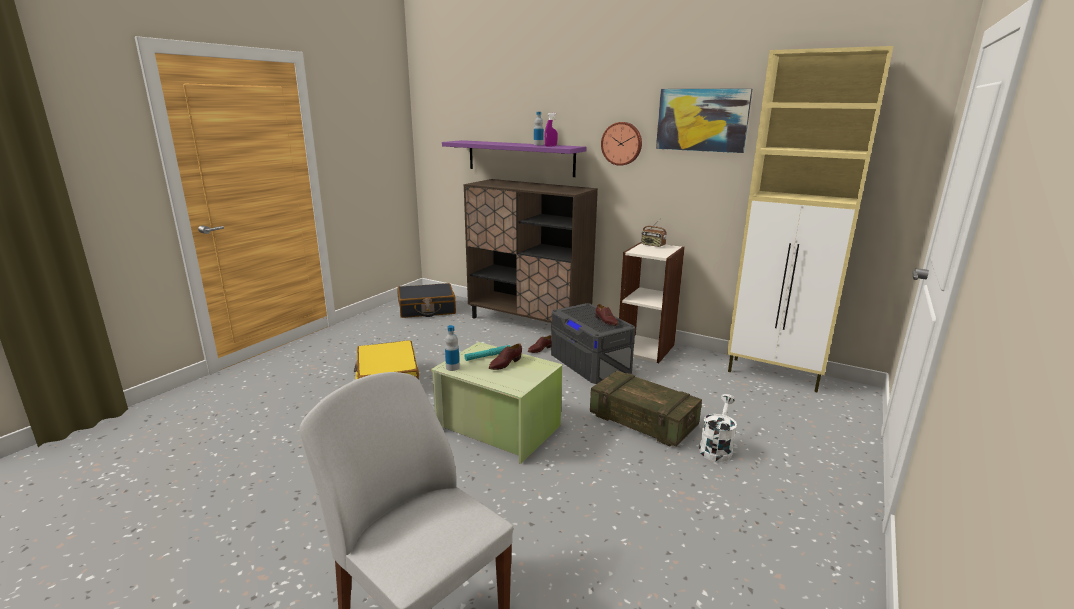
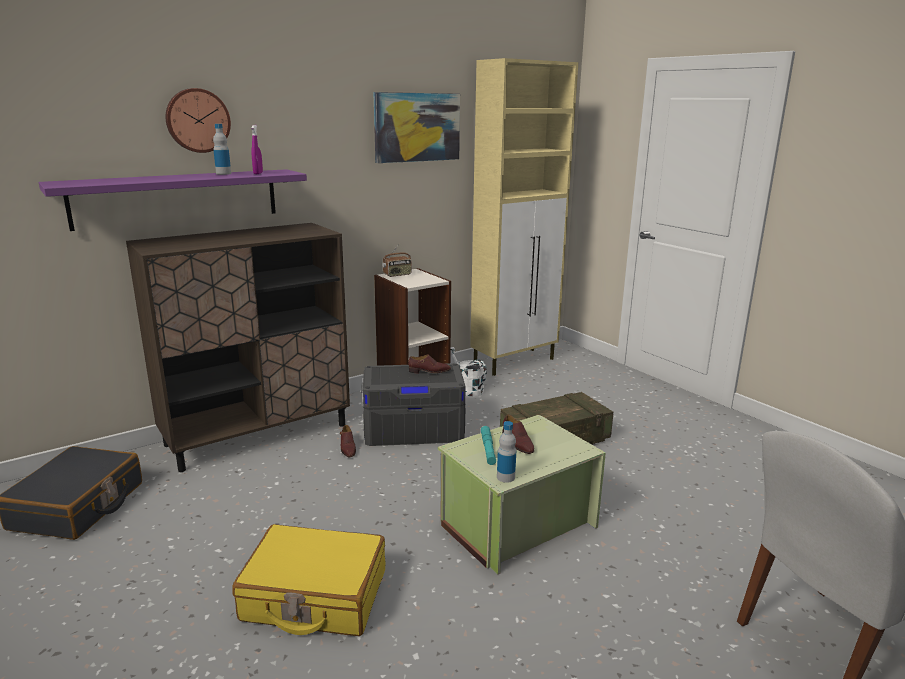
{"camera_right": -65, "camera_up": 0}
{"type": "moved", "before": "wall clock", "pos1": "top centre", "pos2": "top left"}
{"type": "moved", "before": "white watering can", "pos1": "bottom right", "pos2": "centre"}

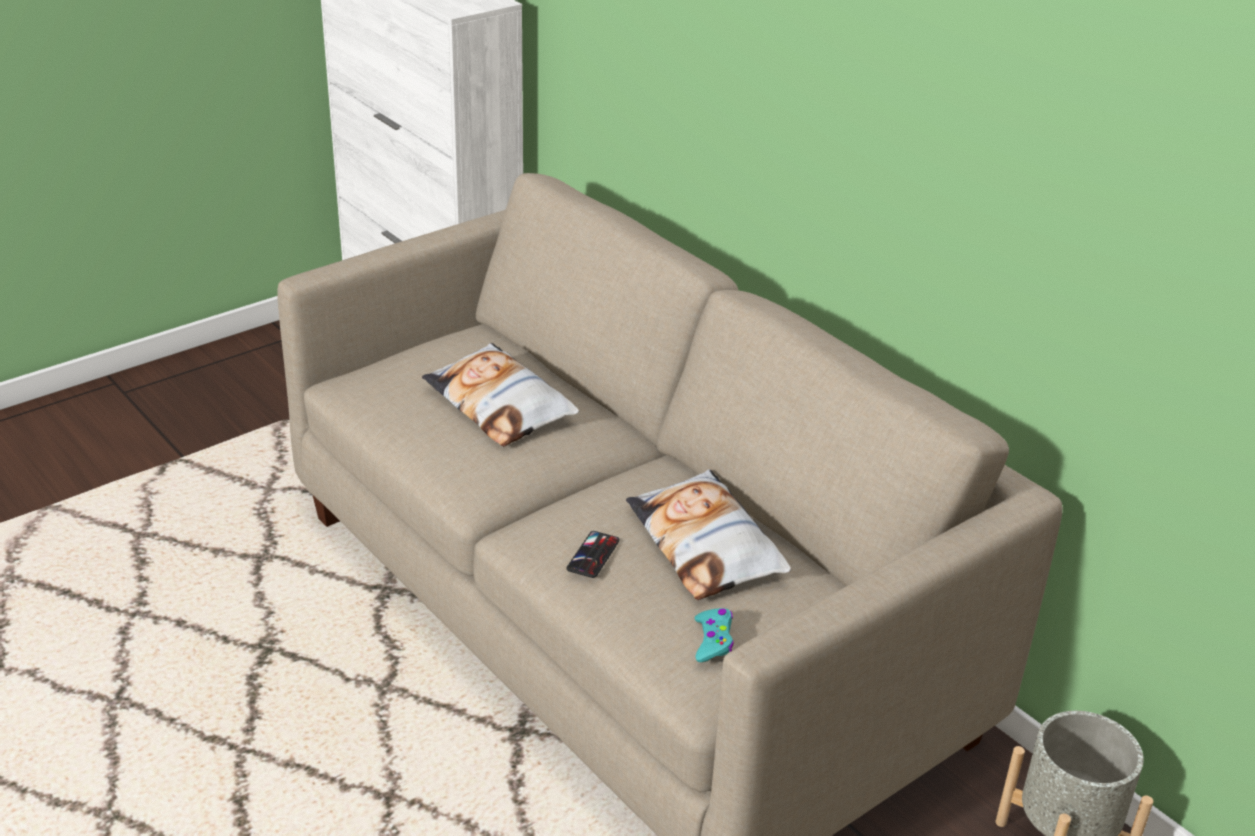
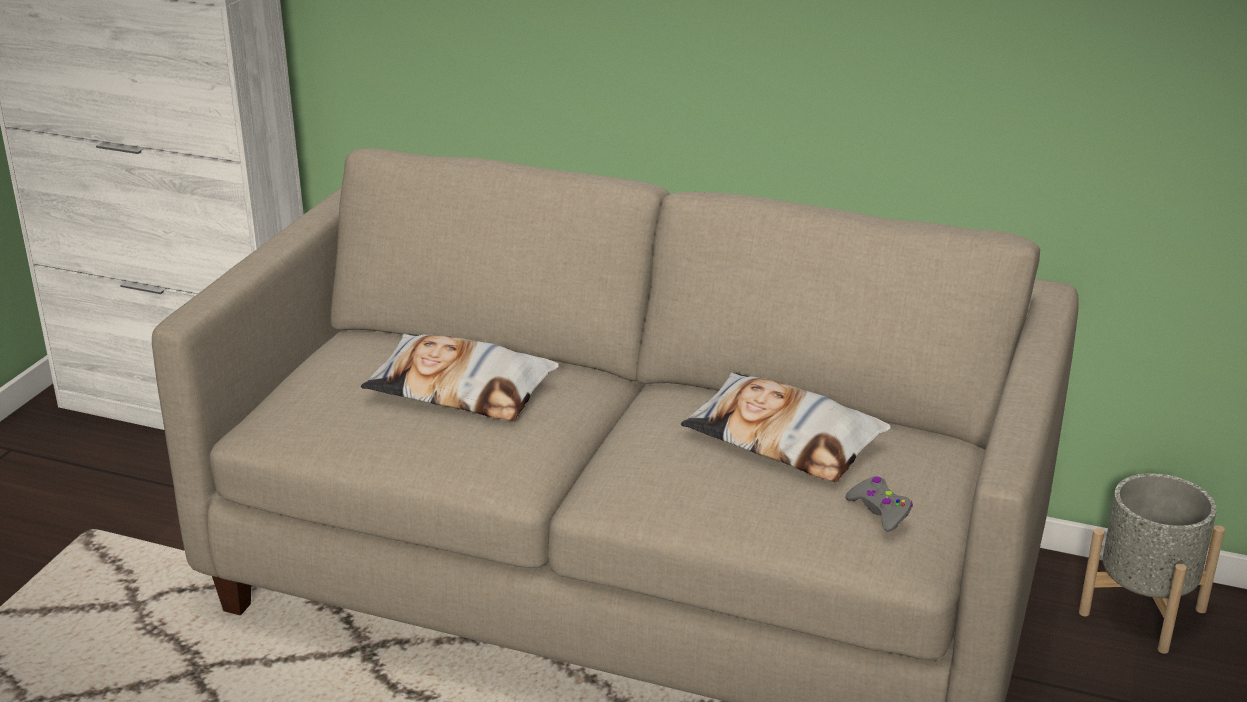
{"camera_right": -30, "camera_up": -5}
{"type": "removed", "before": "phone", "pos1": "centre"}
{"type": "recoloured", "before": "turquoise game controller", "after": "grey game controller", "pos1": "bottom centre", "pos2": "bottom right"}

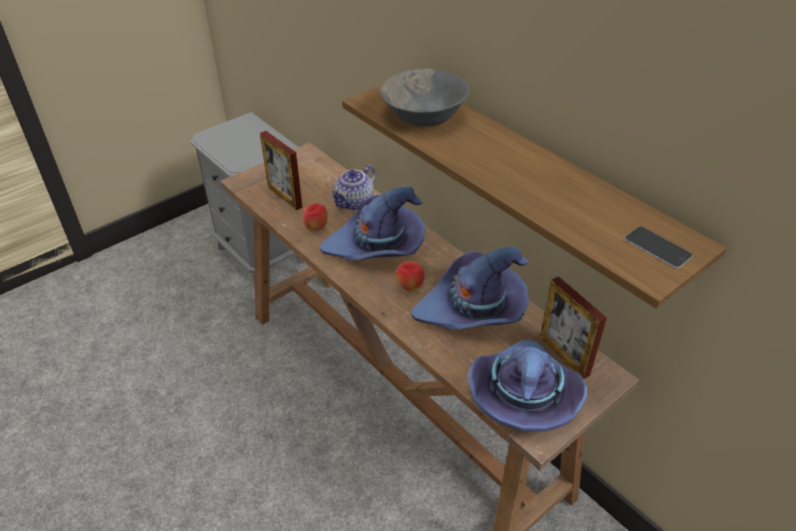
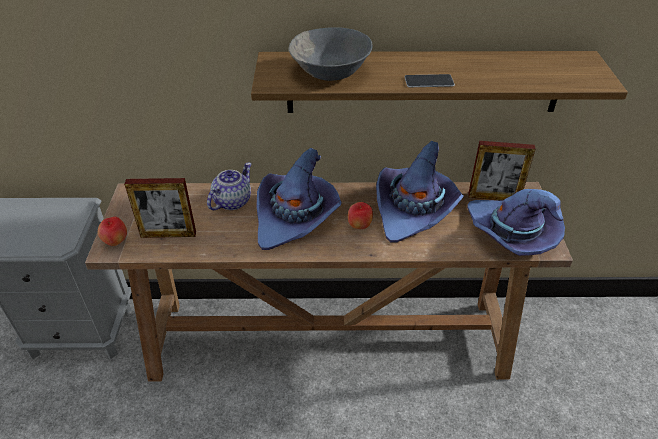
{"camera_right": -50, "camera_up": 0}
{"type": "moved", "before": "apple (1st from left)", "pos1": "centre", "pos2": "middle left"}
{"type": "moved", "before": "phone", "pos1": "middle right", "pos2": "top centre"}
{"type": "turned", "before": "teapot", "pos1": "centre", "pos2": "centre", "turn": -135}

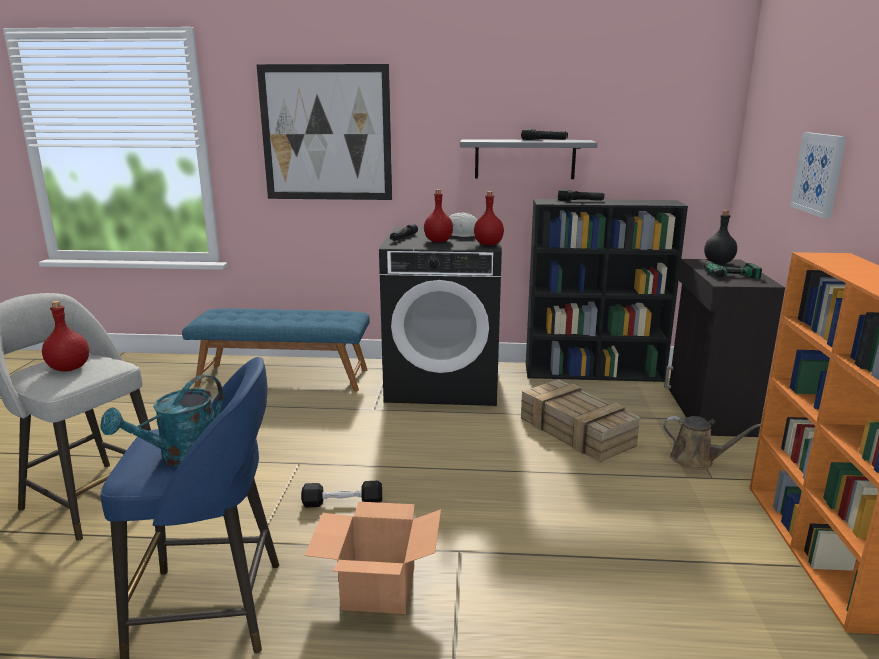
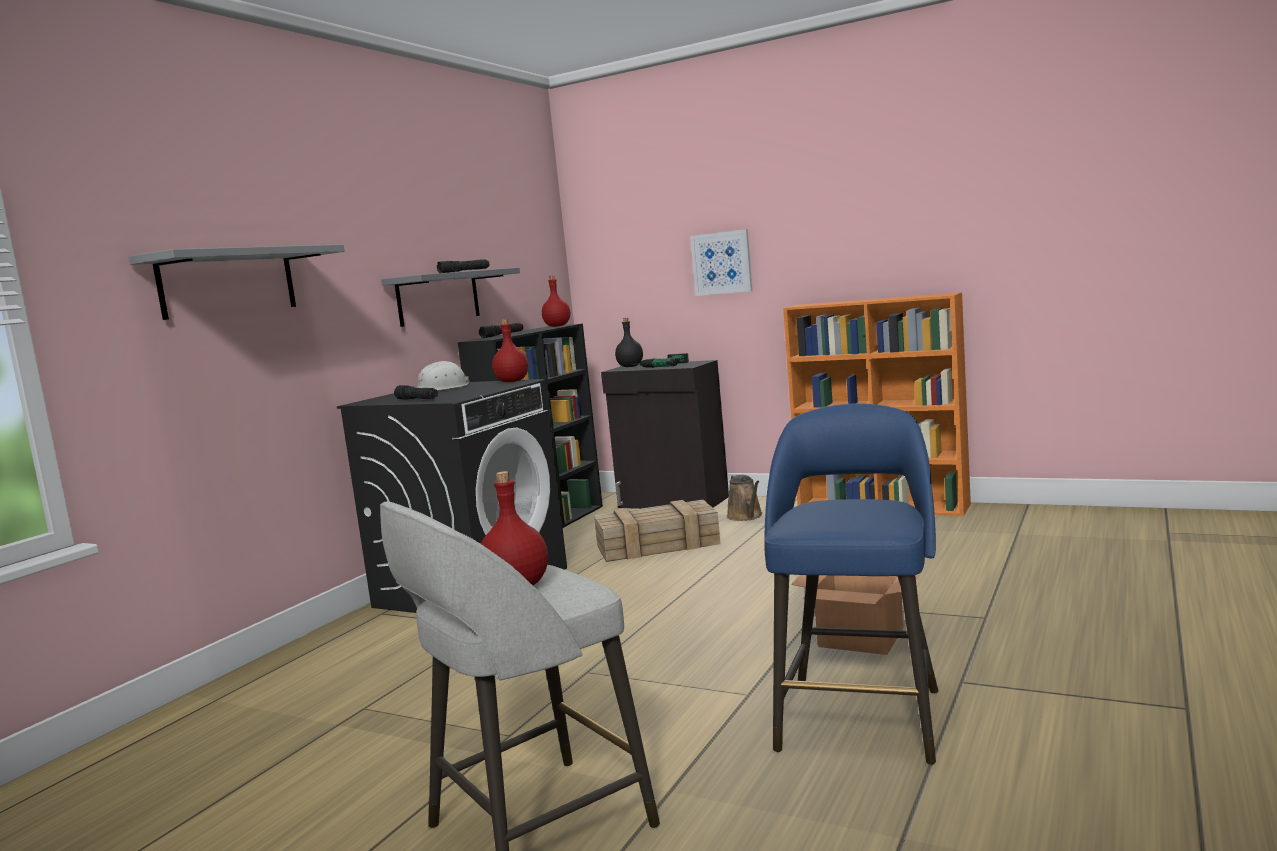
{"camera_right": -65, "camera_up": -10}
{"type": "removed", "before": "turquoise watering can", "pos1": "middle left"}
{"type": "removed", "before": "blue bench", "pos1": "middle left"}
{"type": "removed", "before": "black dumbbell", "pos1": "bottom centre"}
{"type": "moved", "before": "red bottle (2nd from left in the first image)", "after": "red bottle (3rd from left)", "pos1": "top centre", "pos2": "centre"}
{"type": "replaced", "before": "picture (1st from left)", "after": "grey shelf (1st from left)", "pos1": "top centre", "pos2": "top left"}
{"type": "turned", "before": "brown watering can", "pos1": "bottom right", "pos2": "centre", "turn": 120}

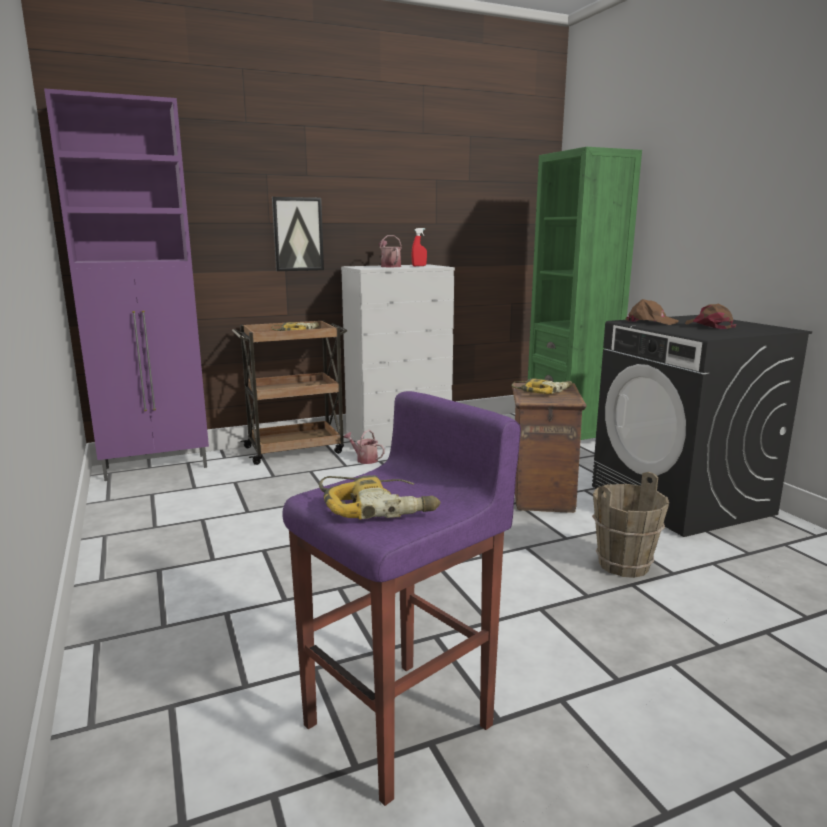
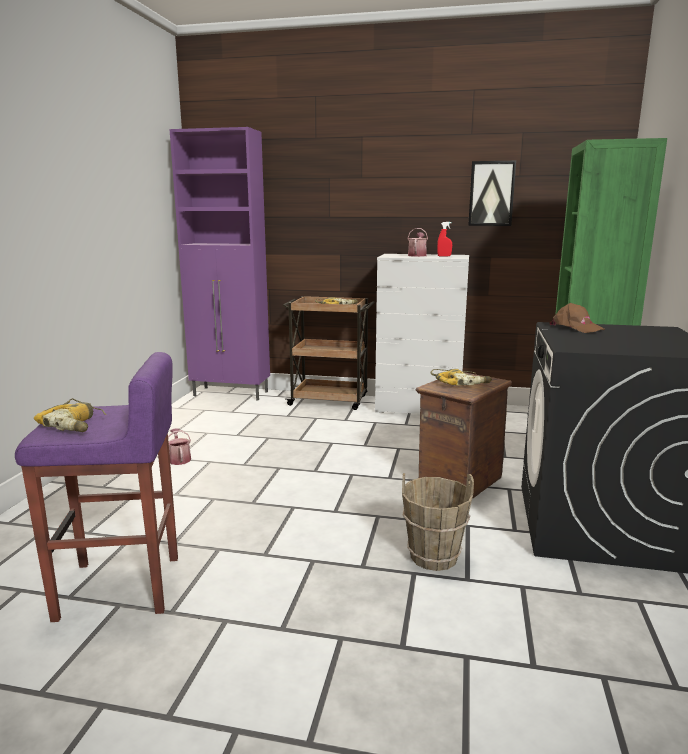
{"camera_right": 35, "camera_up": 0}
{"type": "removed", "before": "brown cap (2nd from left)", "pos1": "middle right"}
{"type": "moved", "before": "picture", "pos1": "top centre", "pos2": "top right"}
{"type": "moved", "before": "watering can (1st from left)", "pos1": "centre", "pos2": "middle left"}

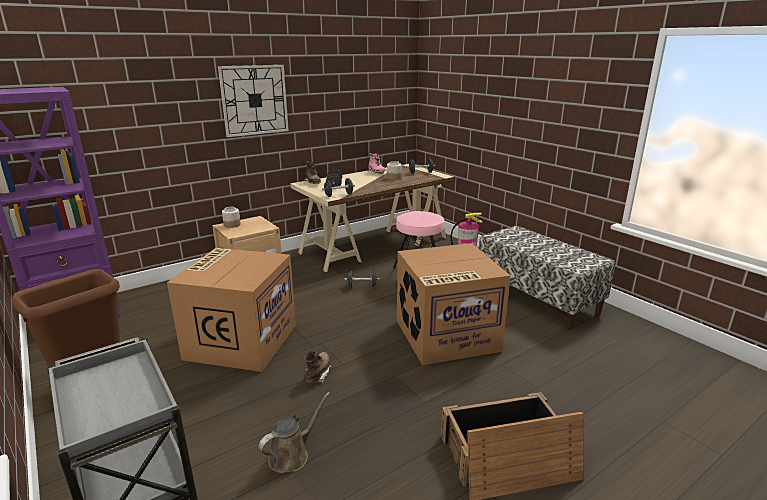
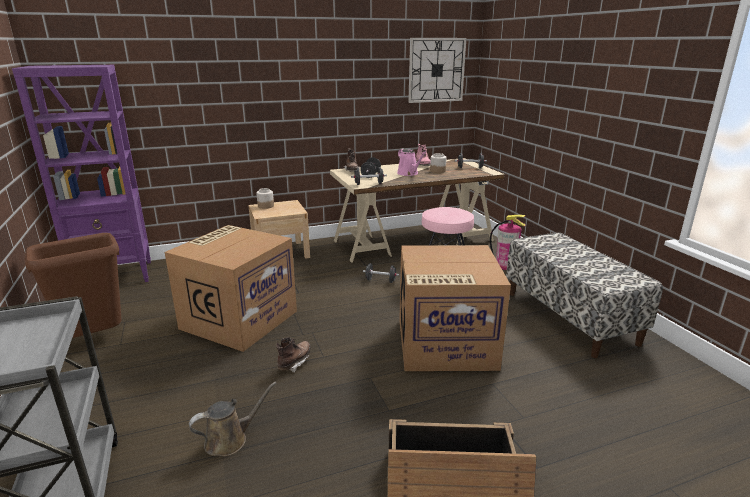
{"camera_right": 15, "camera_up": 0}
{"type": "added", "after": "pink watering can", "pos2": "top centre"}
{"type": "moved", "before": "wall clock", "pos1": "top left", "pos2": "top centre"}

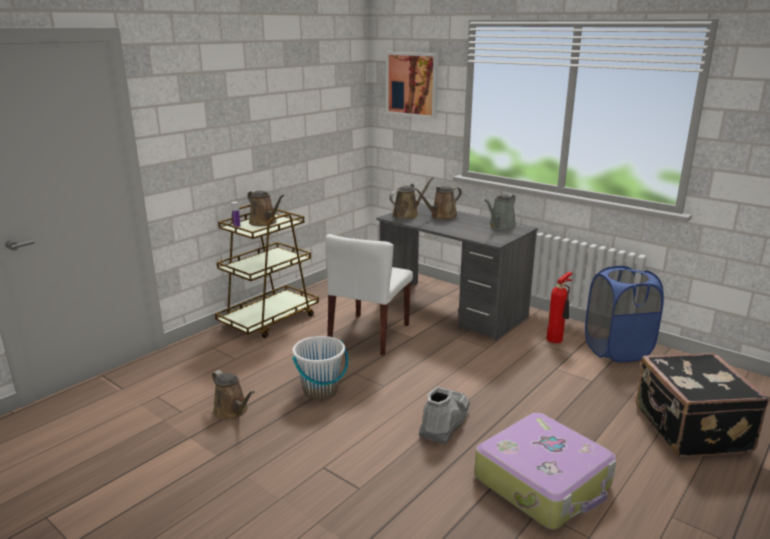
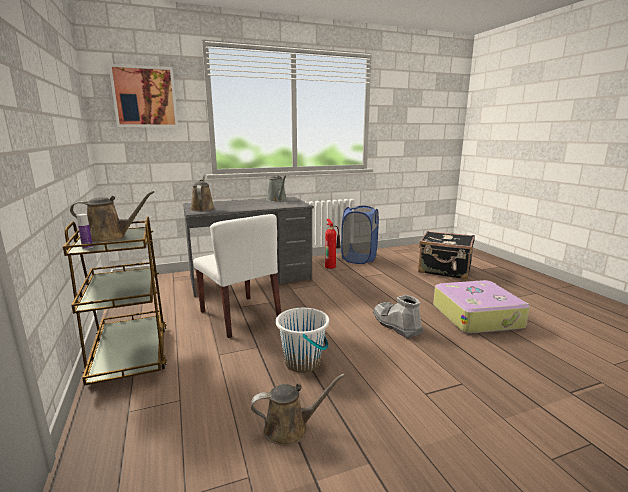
{"camera_right": -60, "camera_up": -5}
{"type": "removed", "before": "brown watering can (4th from left)", "pos1": "centre"}

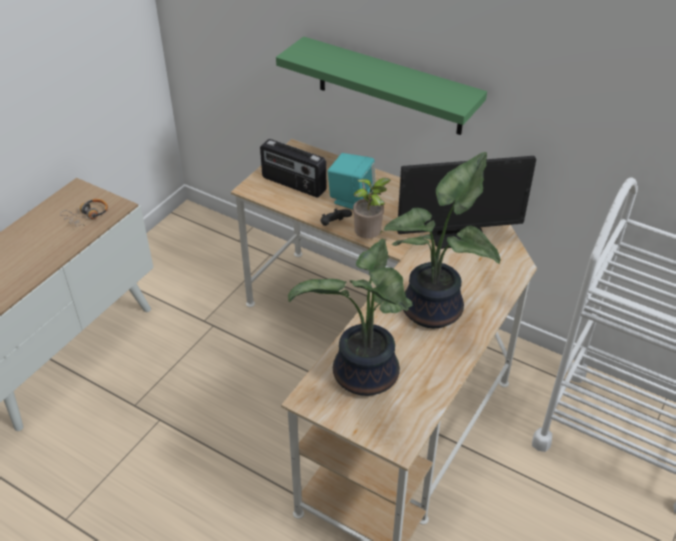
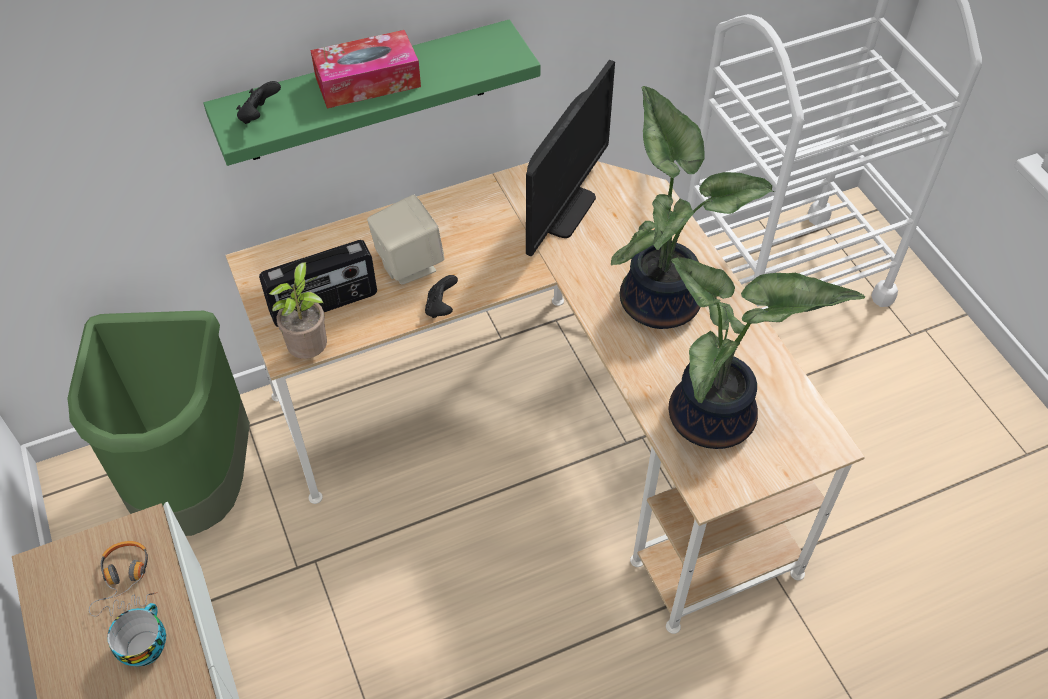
{"camera_right": -55, "camera_up": 10}
{"type": "added", "after": "green trash can", "pos2": "middle left"}
{"type": "added", "after": "cup", "pos2": "bottom left"}
{"type": "added", "after": "black game controller (1st from left)", "pos2": "top left"}
{"type": "added", "after": "tissue box", "pos2": "top centre"}
{"type": "moved", "before": "potted plant (2nd from left in the first image)", "after": "potted plant (1st from left)", "pos1": "centre", "pos2": "middle left"}
{"type": "recoloured", "before": "turquoise speaker", "after": "beige speaker", "pos1": "centre", "pos2": "centre"}

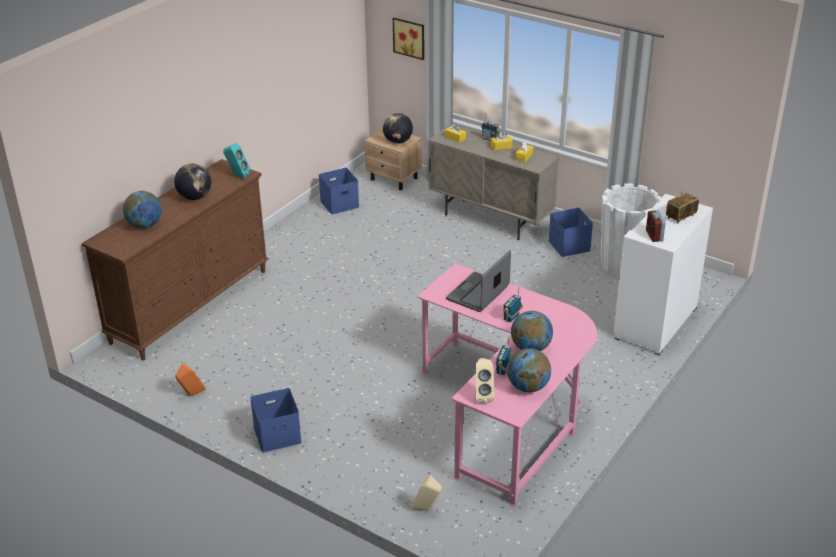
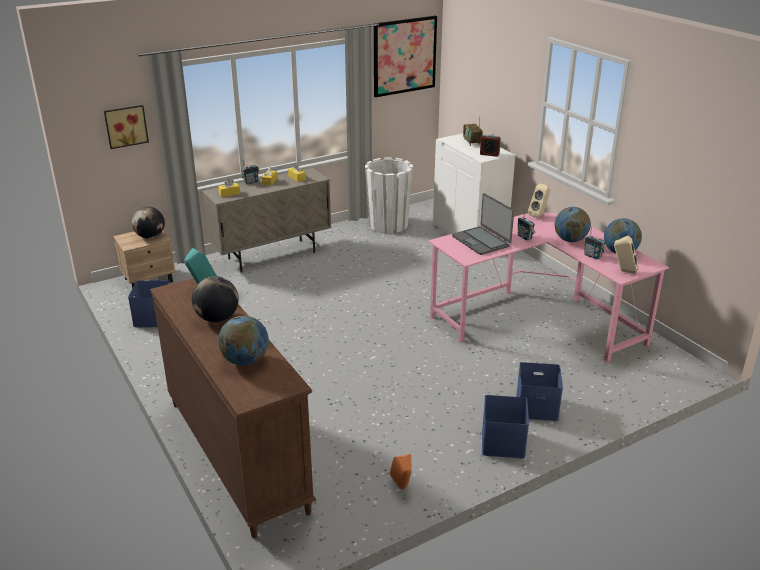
{"camera_right": -65, "camera_up": -5}
{"type": "added", "after": "picture (2nd from left)", "pos2": "top centre"}
{"type": "moved", "before": "beige speaker (1st from left)", "pos1": "bottom centre", "pos2": "middle right"}
{"type": "moved", "before": "blue storage box (3rd from left)", "pos1": "middle right", "pos2": "bottom right"}

